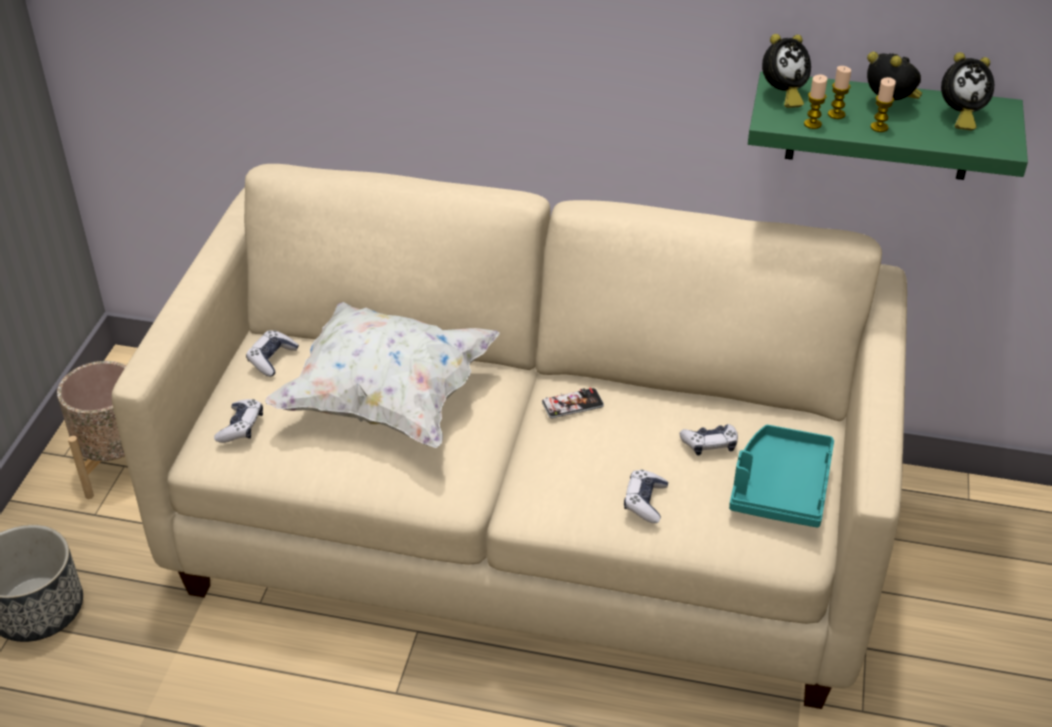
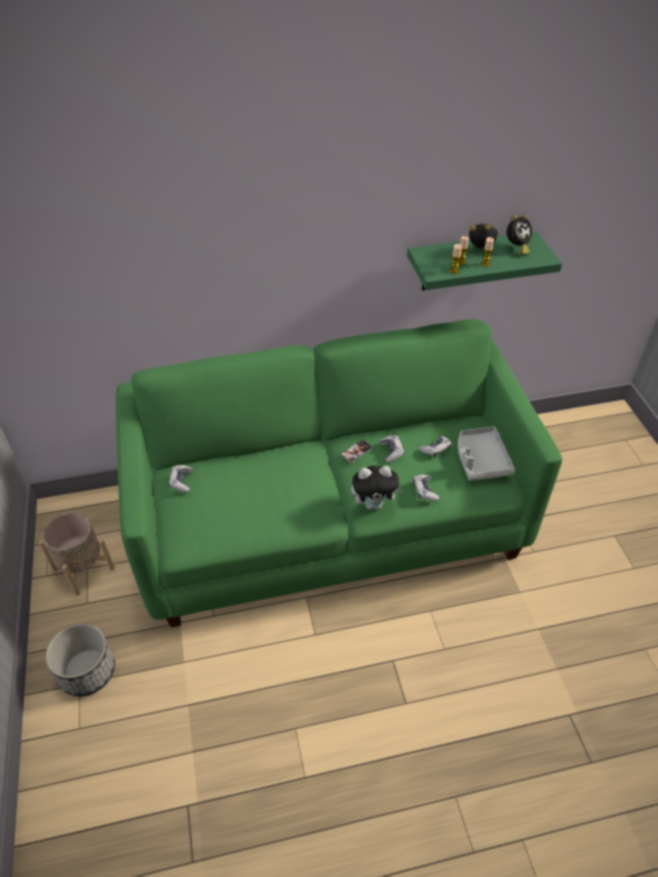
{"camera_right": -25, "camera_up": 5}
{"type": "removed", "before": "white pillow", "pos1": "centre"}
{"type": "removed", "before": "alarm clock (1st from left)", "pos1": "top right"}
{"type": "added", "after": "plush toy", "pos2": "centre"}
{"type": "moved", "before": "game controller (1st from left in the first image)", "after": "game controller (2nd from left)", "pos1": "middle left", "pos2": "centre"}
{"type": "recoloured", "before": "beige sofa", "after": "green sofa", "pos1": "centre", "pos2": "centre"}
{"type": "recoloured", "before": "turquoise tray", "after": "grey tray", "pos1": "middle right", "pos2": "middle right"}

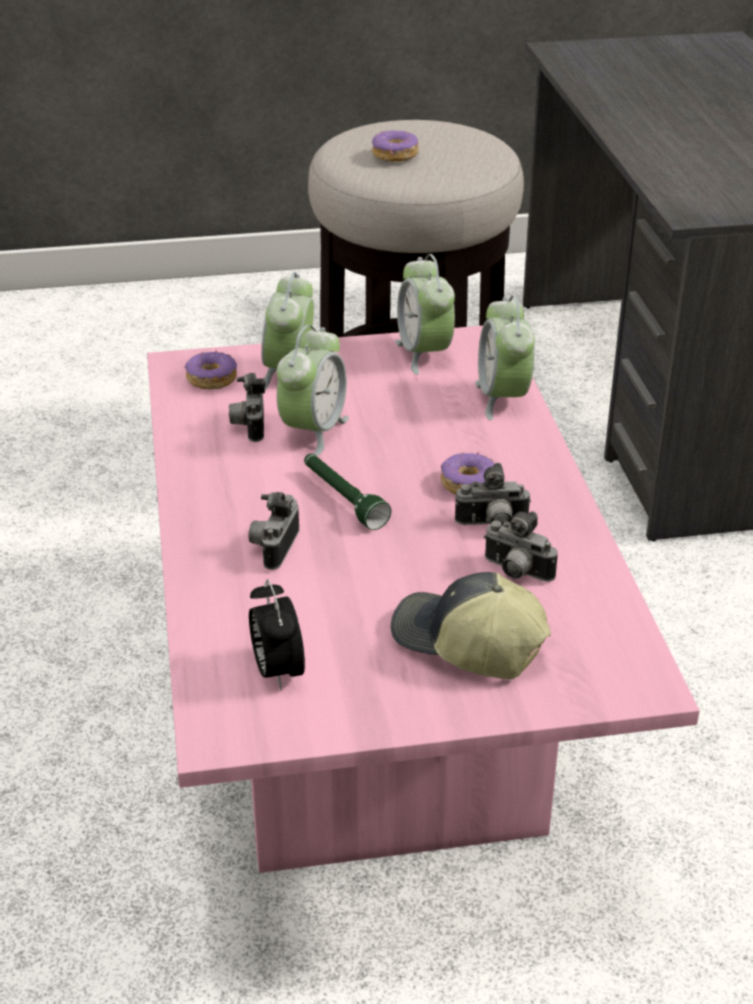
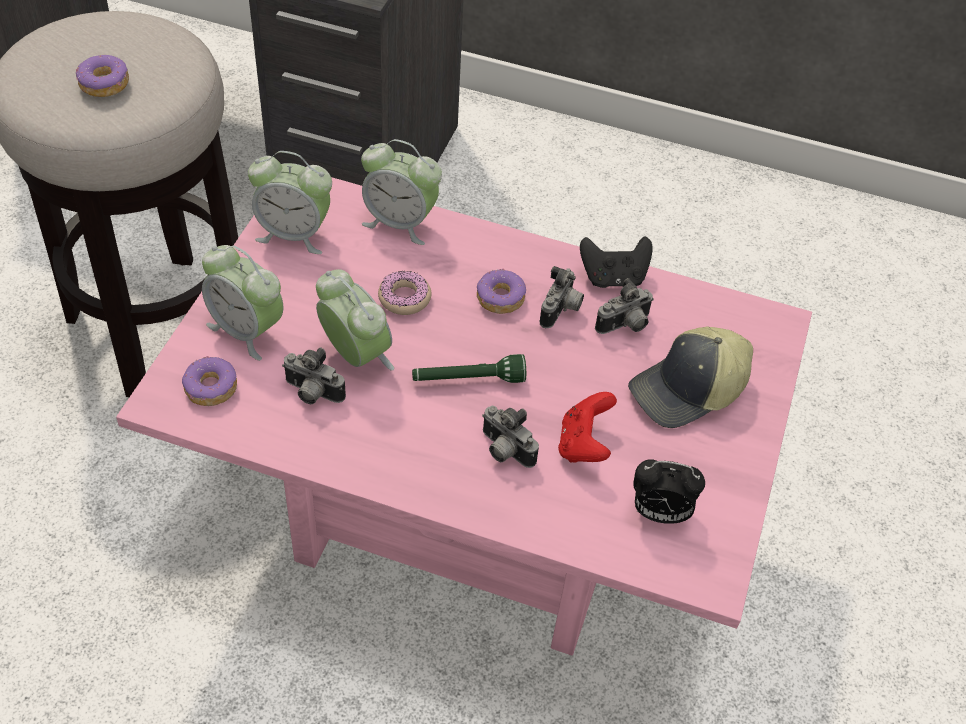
{"camera_right": -65, "camera_up": 15}
{"type": "added", "after": "donut (3rd from left)", "pos2": "centre"}
{"type": "added", "after": "red game controller", "pos2": "centre"}
{"type": "added", "after": "black game controller", "pos2": "centre"}

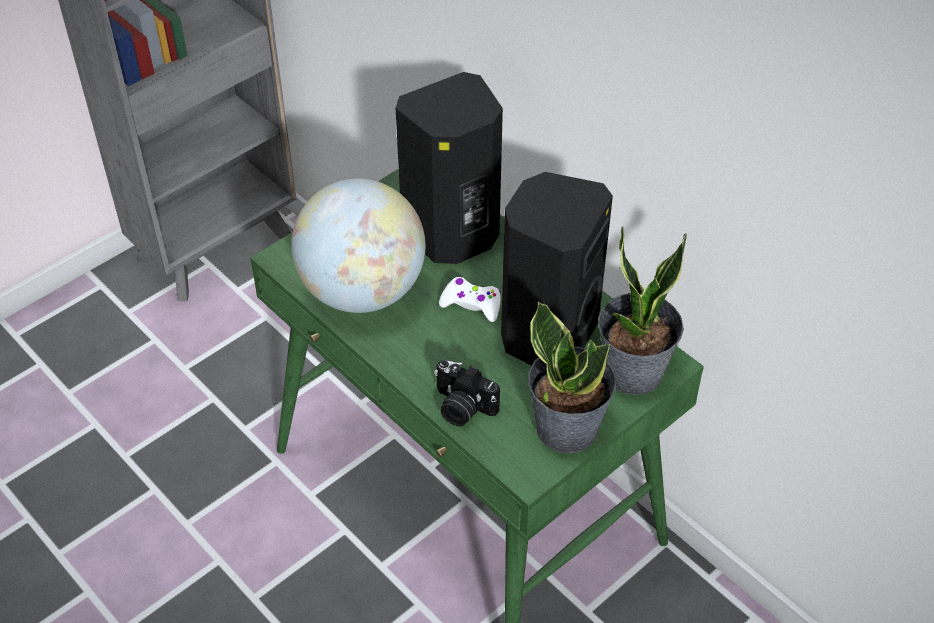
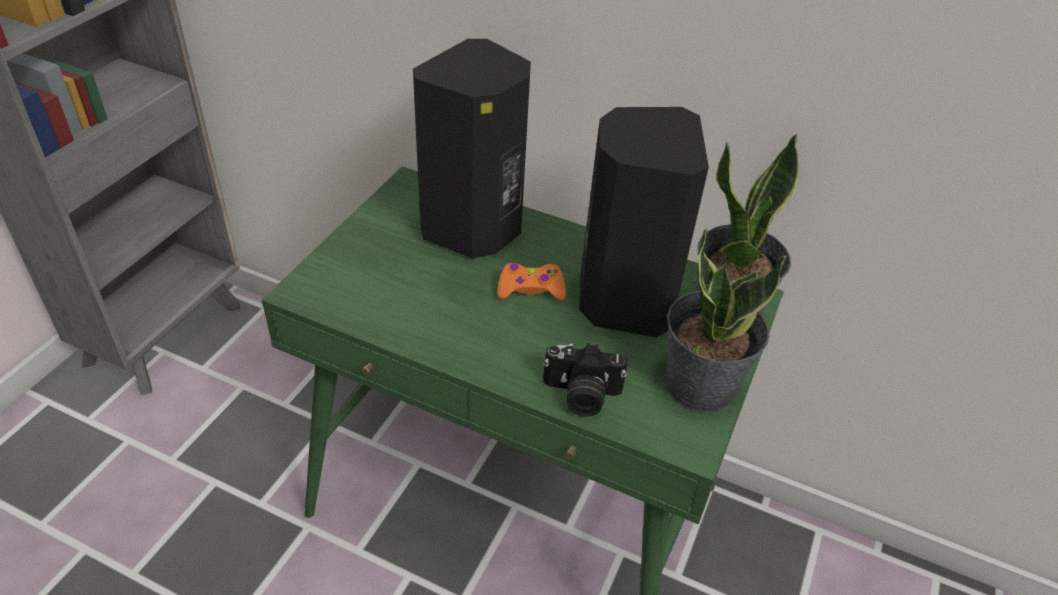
{"camera_right": -25, "camera_up": -5}
{"type": "removed", "before": "globe", "pos1": "centre"}
{"type": "recoloured", "before": "white game controller", "after": "orange game controller", "pos1": "centre", "pos2": "centre"}

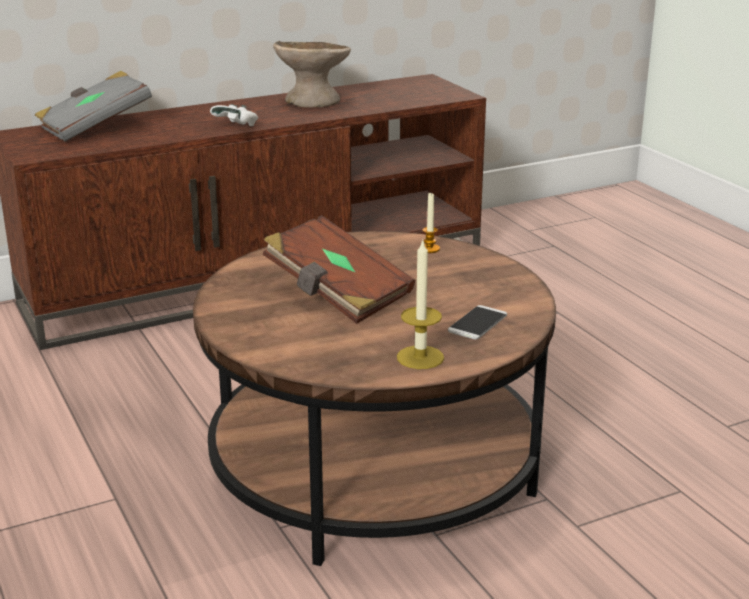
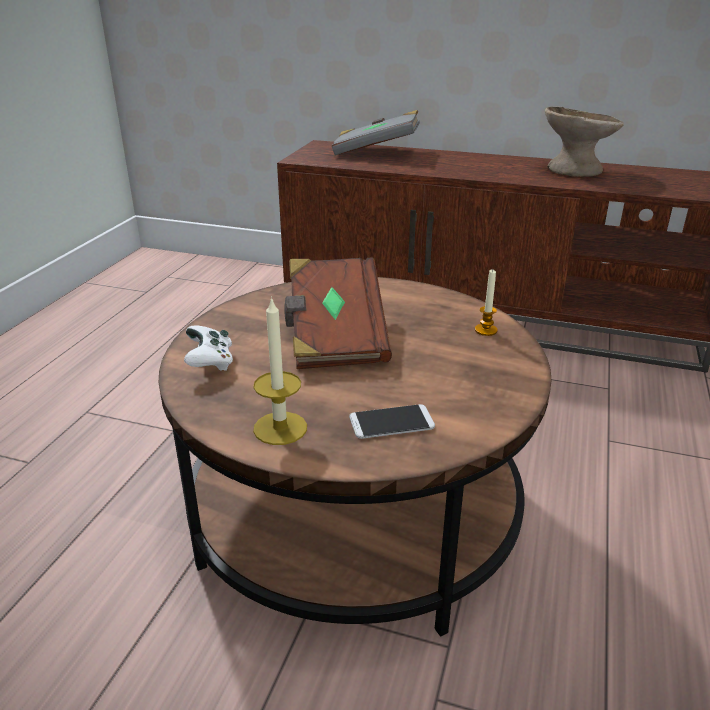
{"camera_right": 45, "camera_up": 5}
{"type": "moved", "before": "white game controller", "pos1": "top left", "pos2": "middle left"}

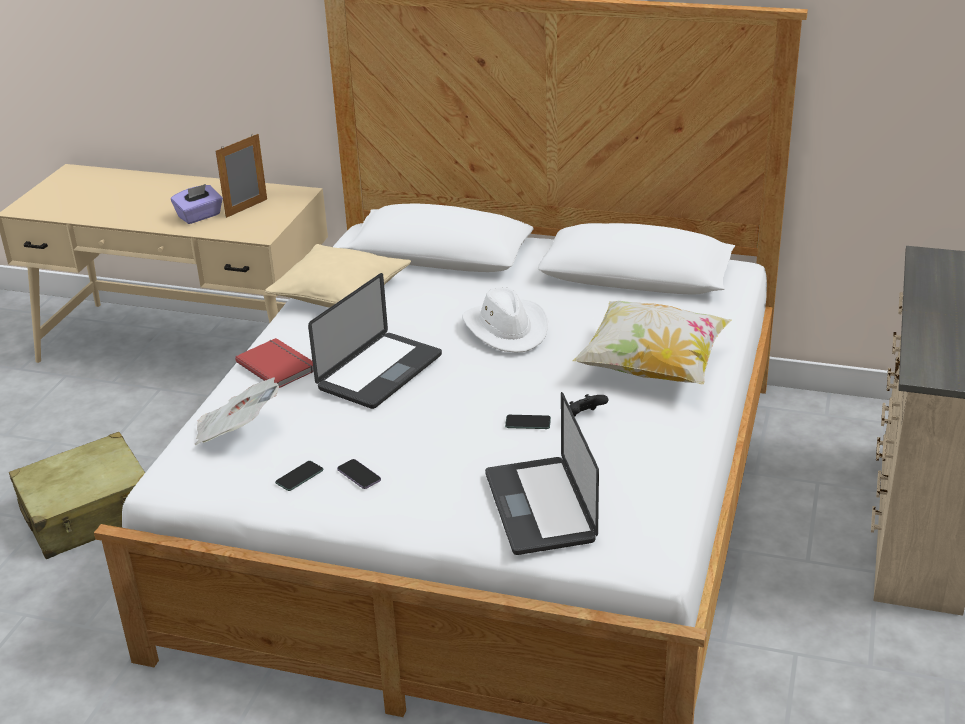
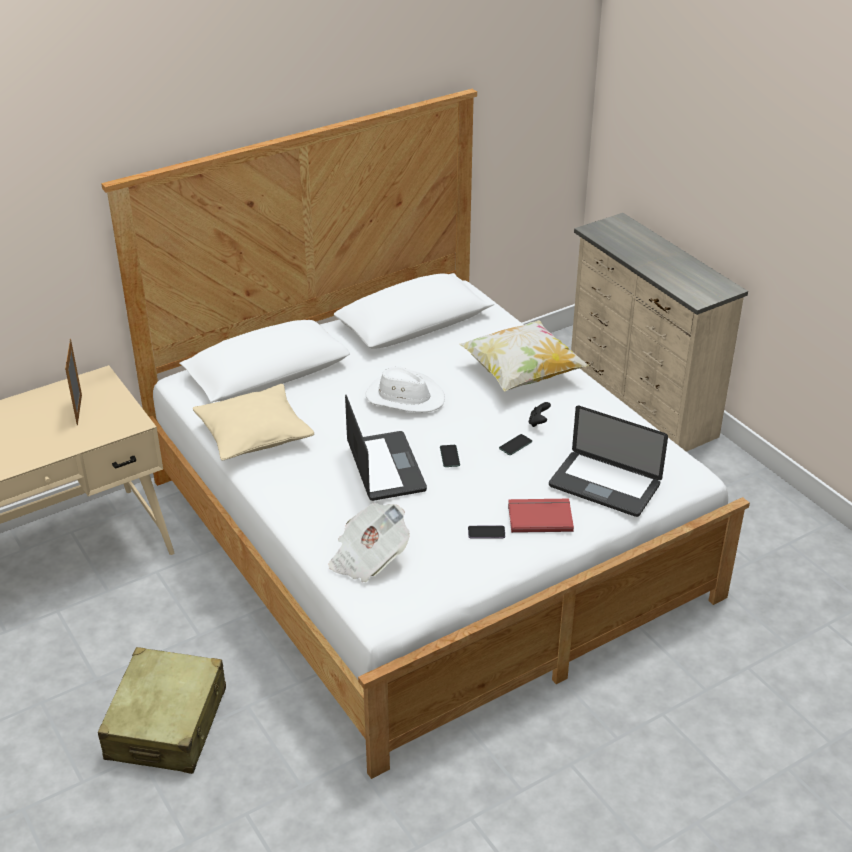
{"camera_right": -50, "camera_up": 5}
{"type": "removed", "before": "purple tissue box", "pos1": "top left"}
{"type": "moved", "before": "red book", "pos1": "middle left", "pos2": "centre"}
{"type": "moved", "before": "phone (1st from left)", "pos1": "middle left", "pos2": "centre"}

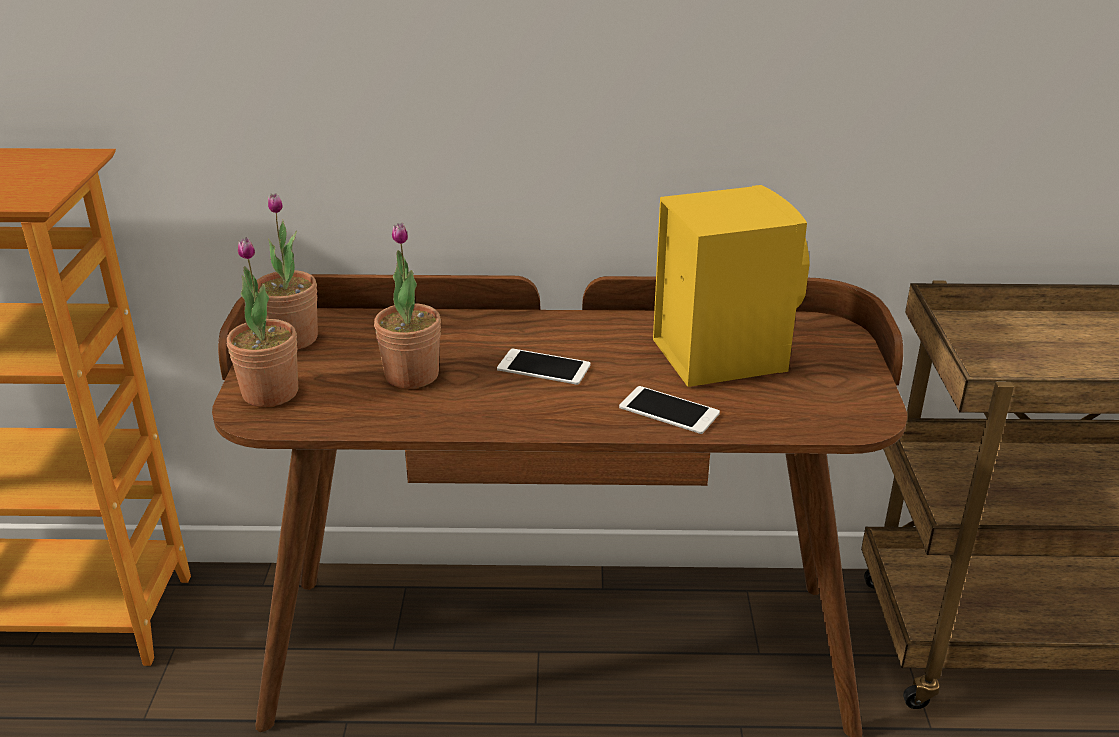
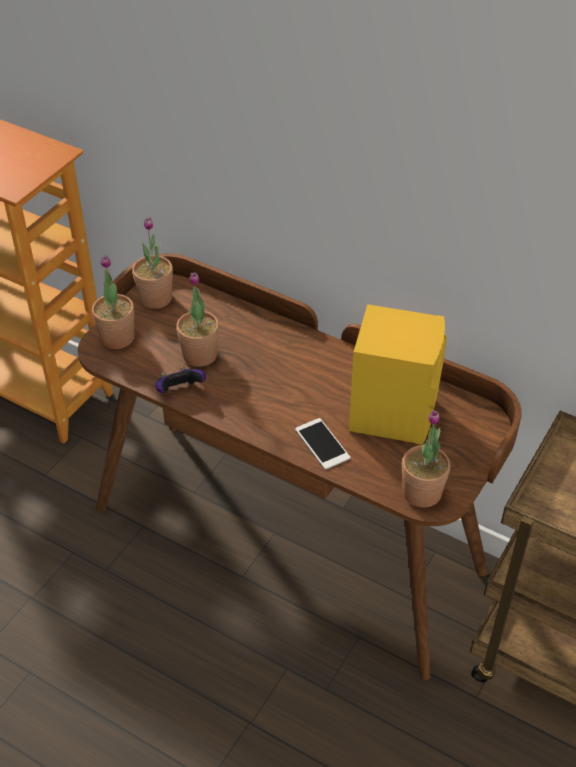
{"camera_right": 30, "camera_up": 15}
{"type": "removed", "before": "phone (1st from left)", "pos1": "centre"}
{"type": "added", "after": "game controller", "pos2": "middle left"}
{"type": "added", "after": "potted plant (4th from left)", "pos2": "middle right"}

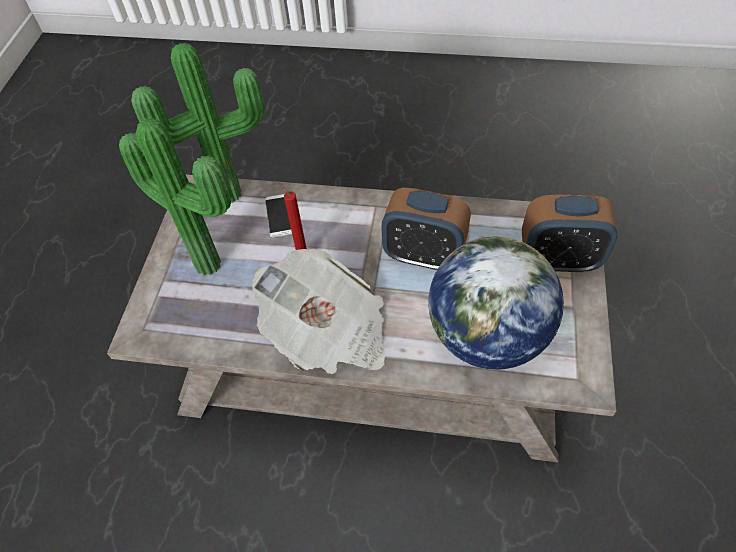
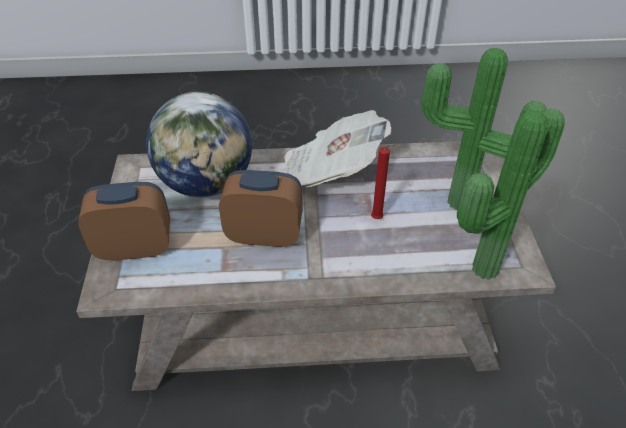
{"camera_right": 165, "camera_up": -10}
{"type": "removed", "before": "phone", "pos1": "centre"}

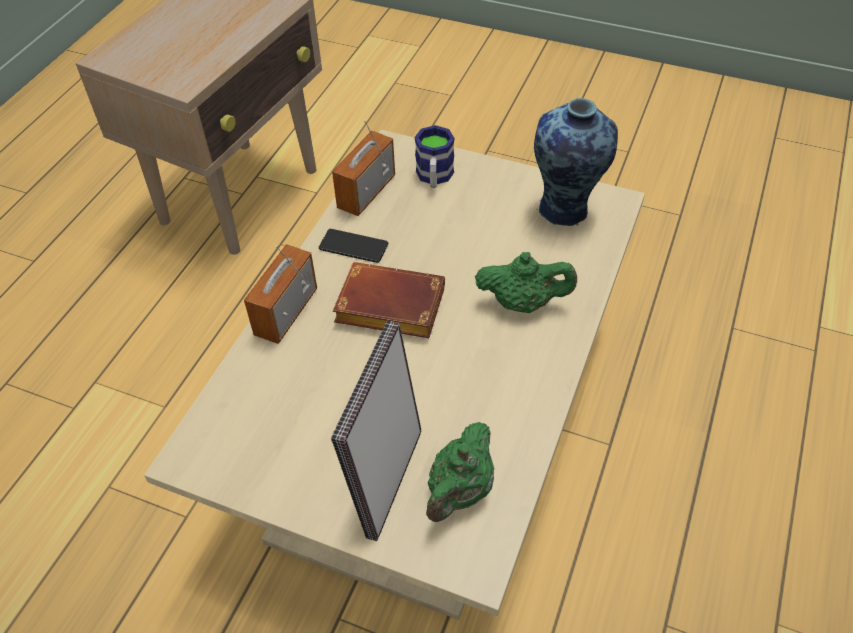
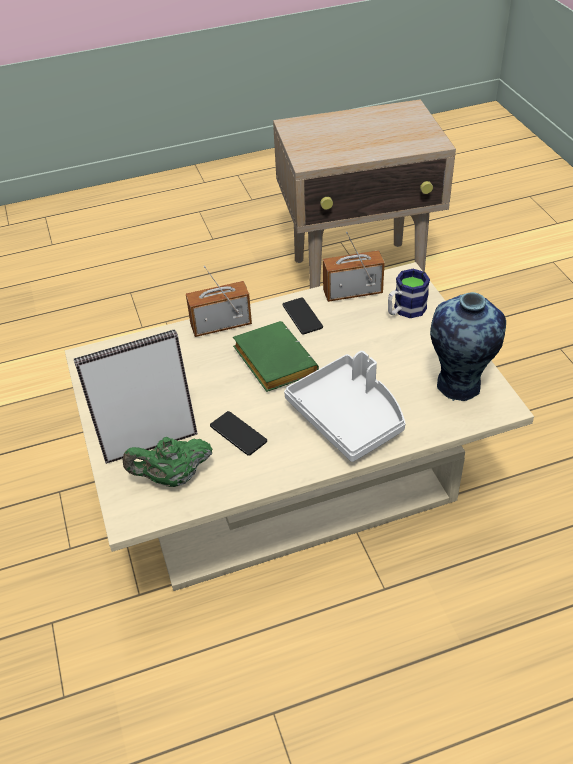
{"camera_right": 50, "camera_up": -5}
{"type": "added", "after": "phone (1st from left)", "pos2": "centre"}
{"type": "replaced", "before": "green teapot (2nd from left)", "after": "grey tray", "pos1": "centre", "pos2": "centre"}
{"type": "recoloured", "before": "brown book", "after": "green book", "pos1": "centre", "pos2": "centre"}

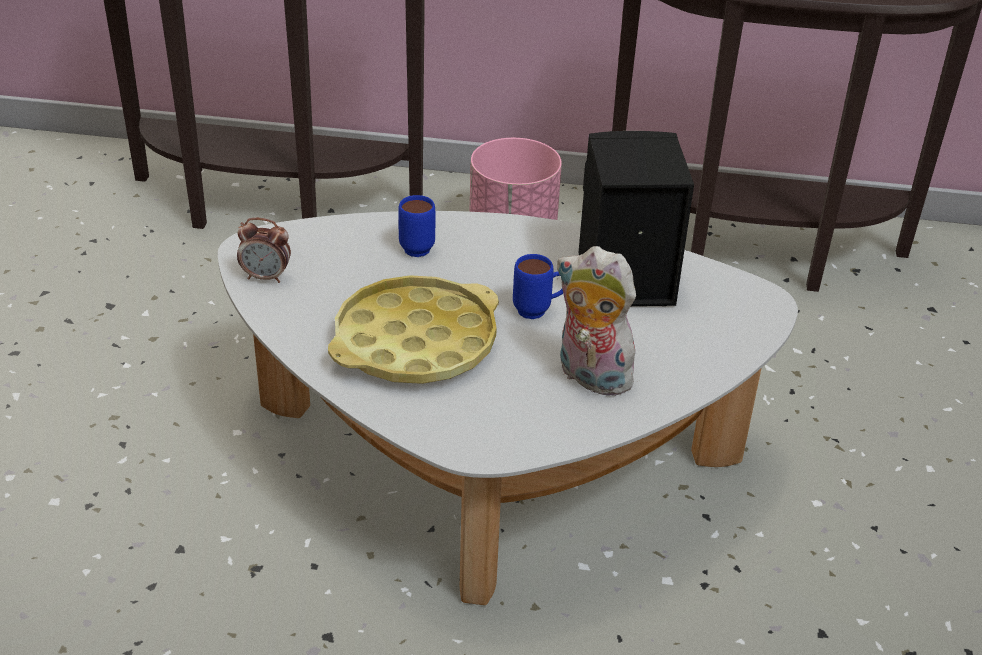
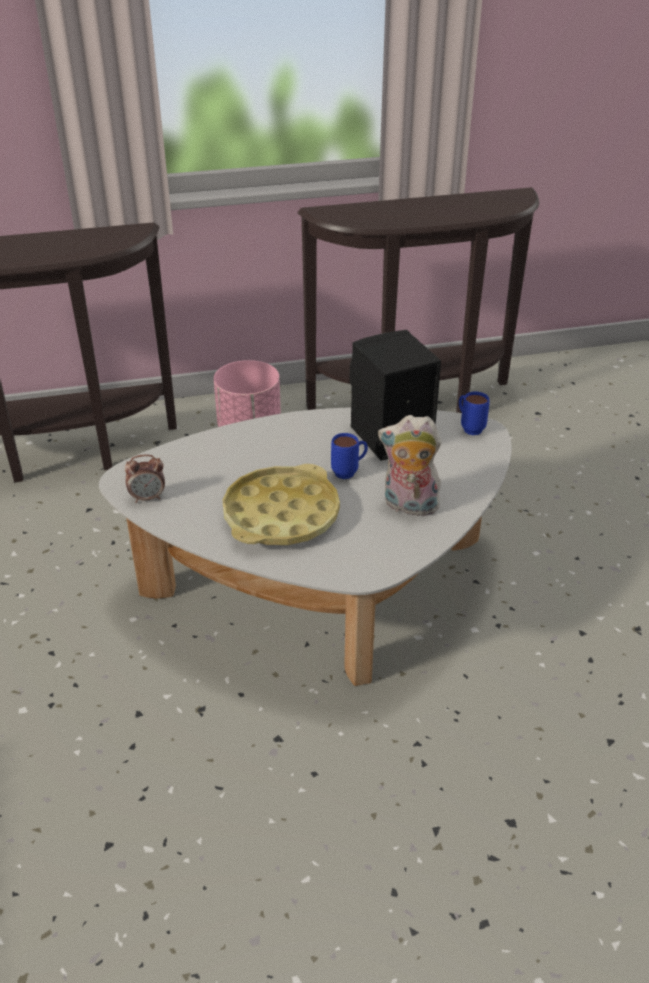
{"camera_right": -20, "camera_up": 0}
{"type": "moved", "before": "blue mug (1st from left in the first image)", "after": "blue mug (2nd from left)", "pos1": "centre", "pos2": "middle right"}

